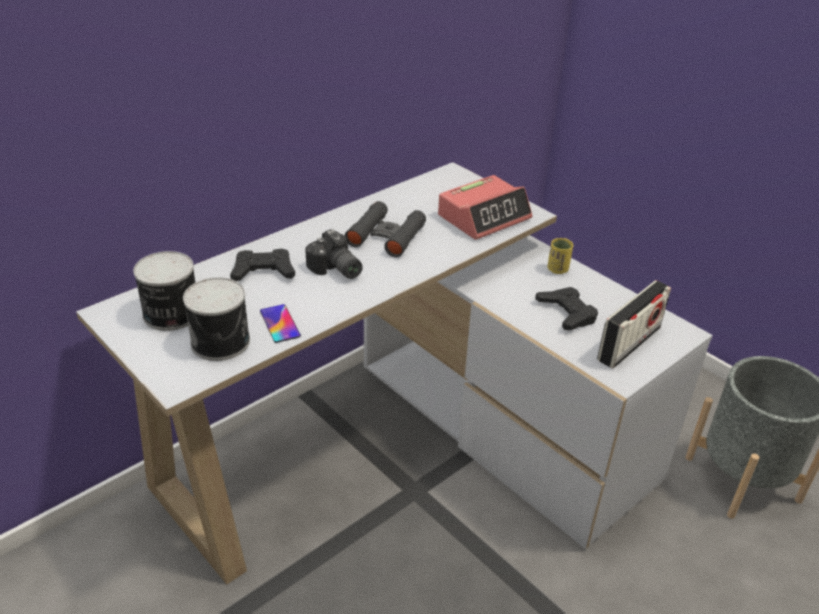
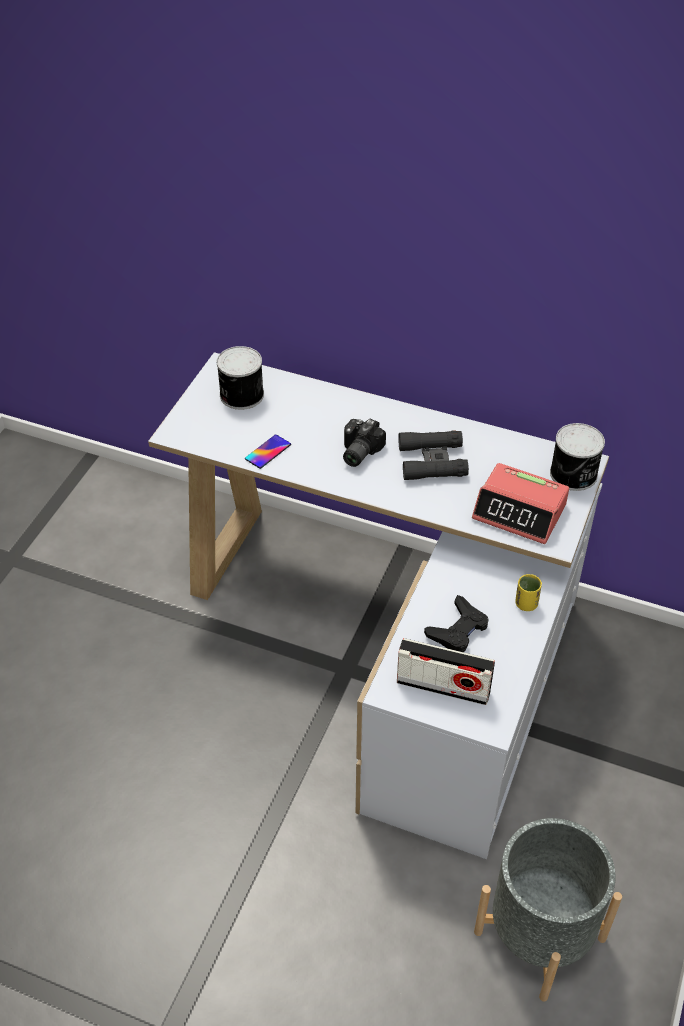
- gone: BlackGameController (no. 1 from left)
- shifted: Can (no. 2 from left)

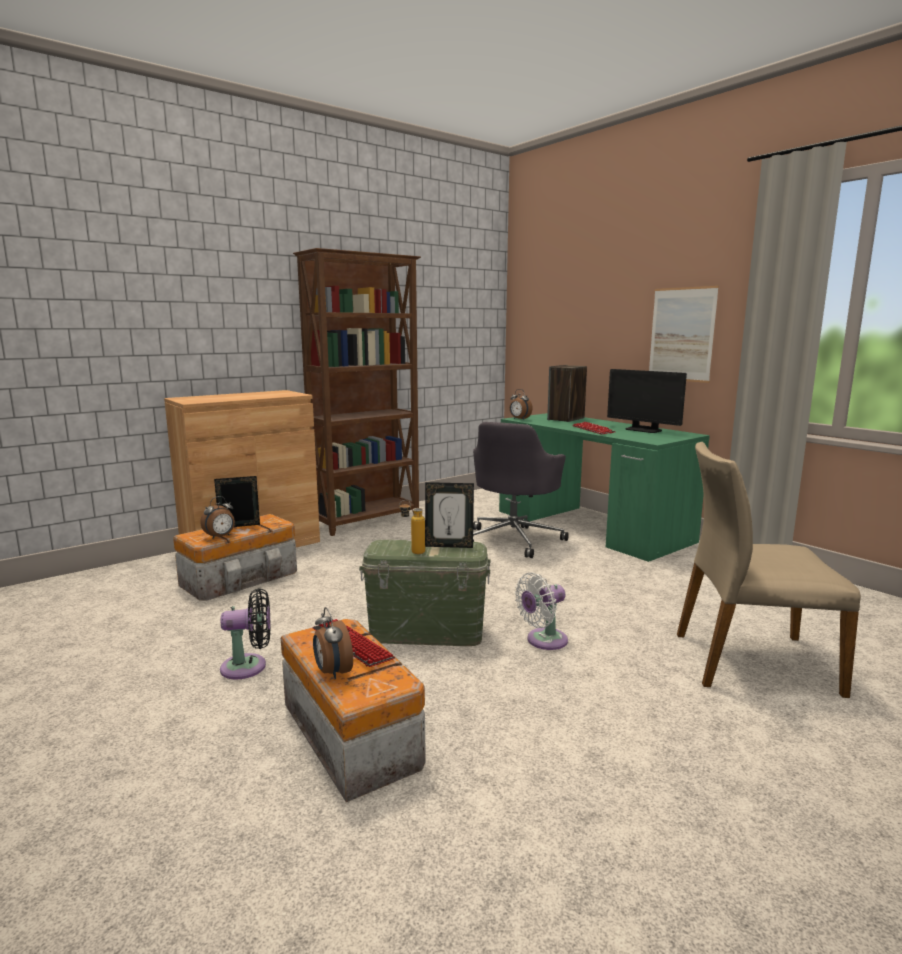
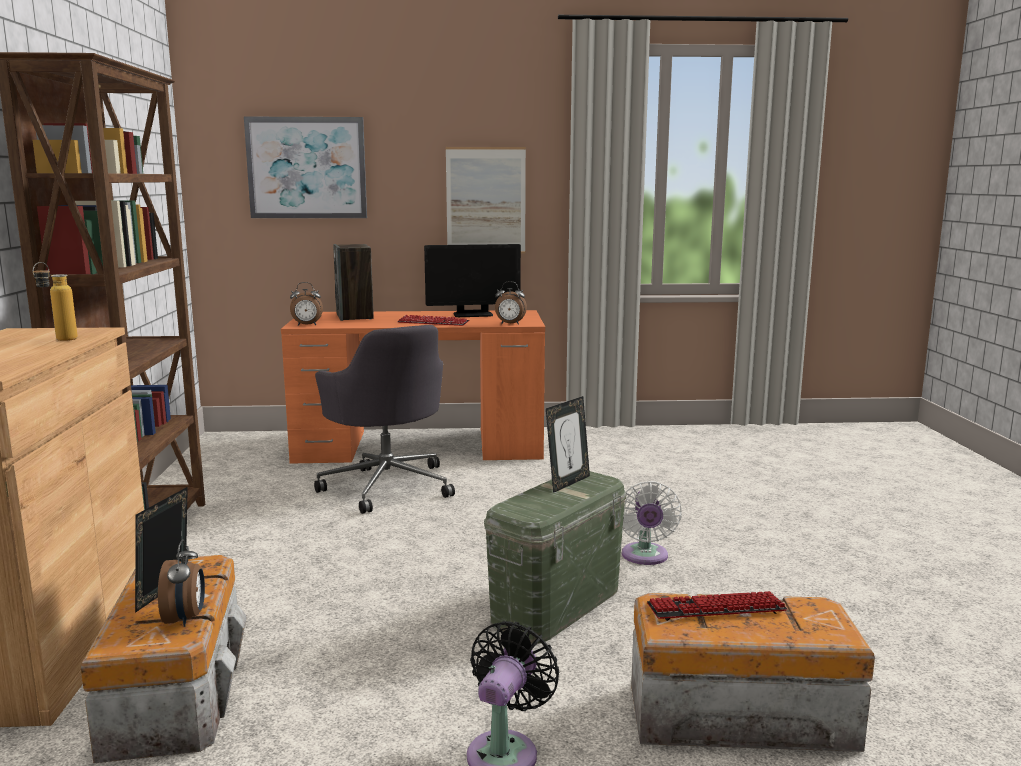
- gone: BeigeChair
- new: Picture (no. 1 from left)
- shifted: AlarmClock (no. 2 from left in the first image) to AlarmClock (no. 3 from left)
- shifted: Bottle
- repainted: GreenDesk to OrangeDesk

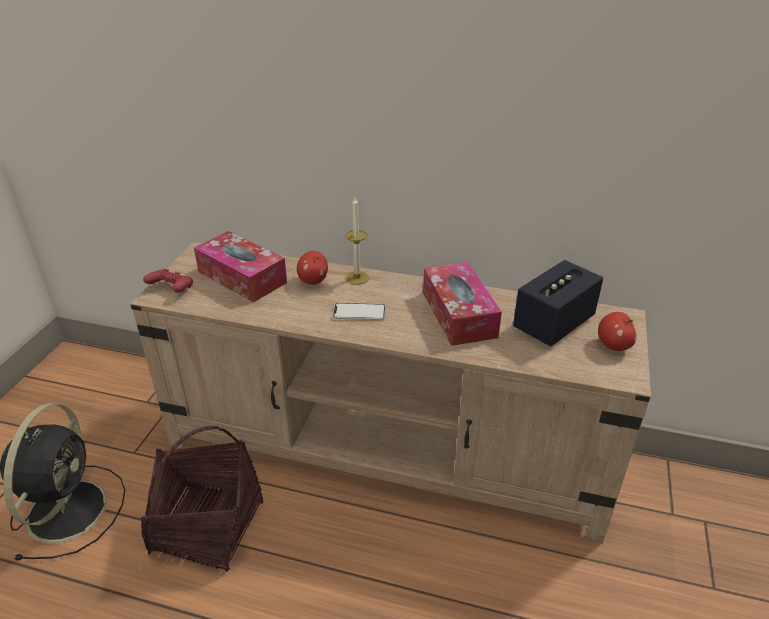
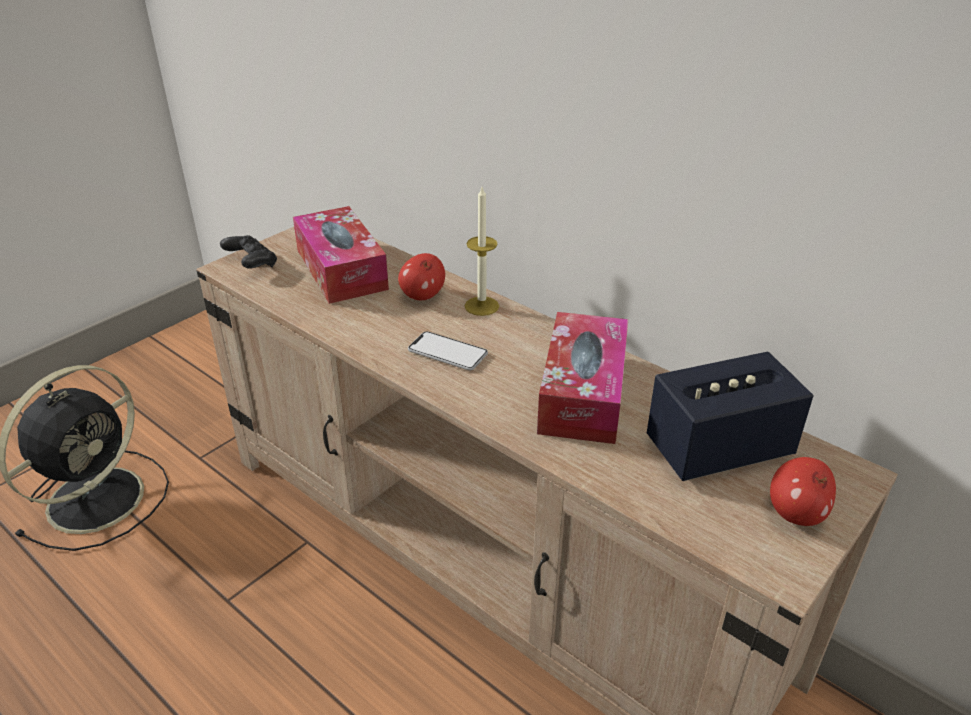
- gone: Basket
- repainted: RedGameController to BlackGameController

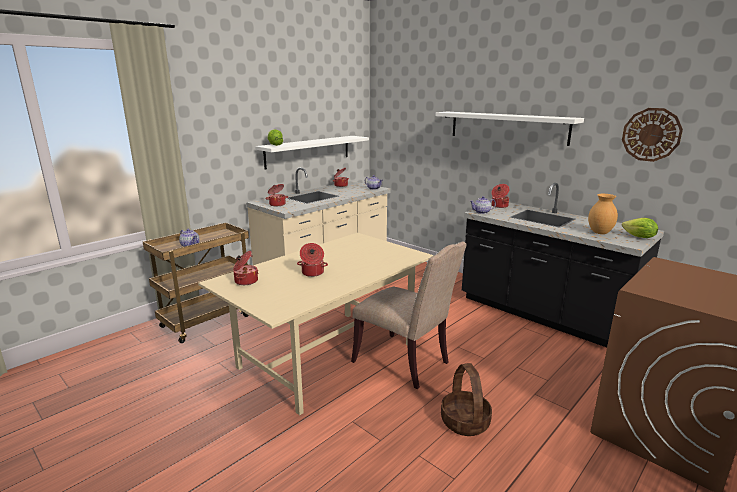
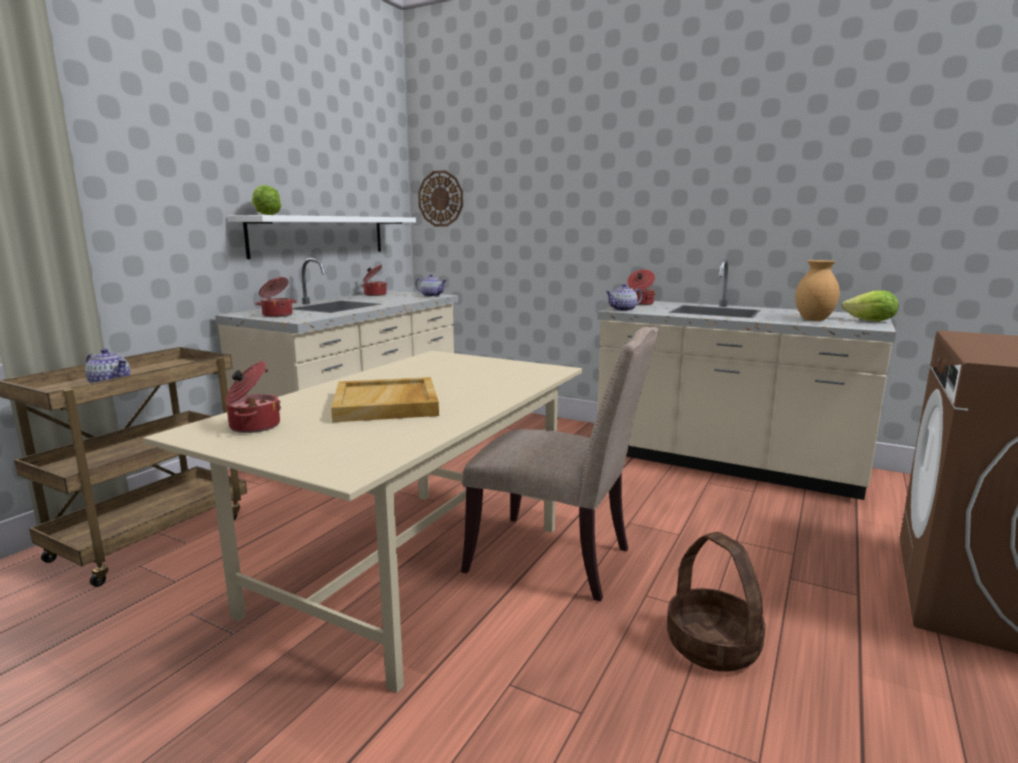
- gone: WhiteShelf (no. 2 from left)
- shifted: WallClock
- swapped: CookingPot (no. 3 from left) to BeigeTray
- repainted: BlackCounter to BeigeCounter (no. 2 from left)

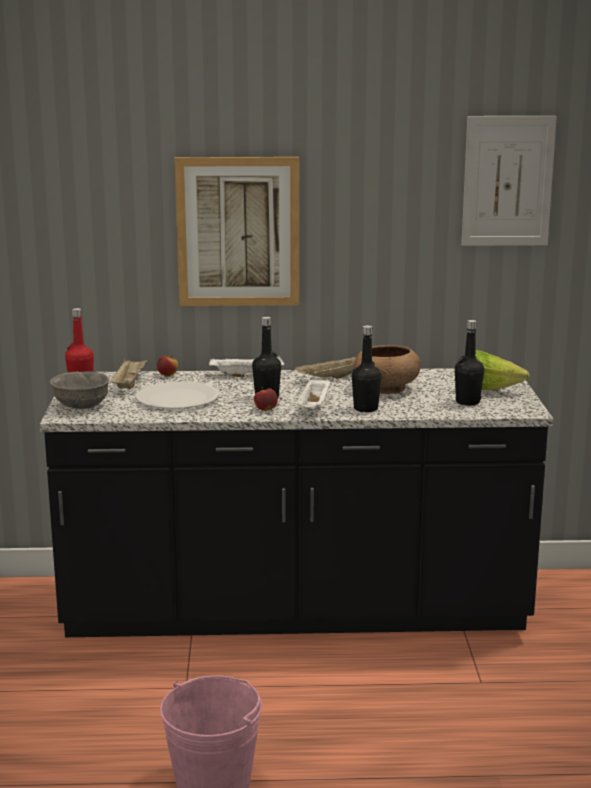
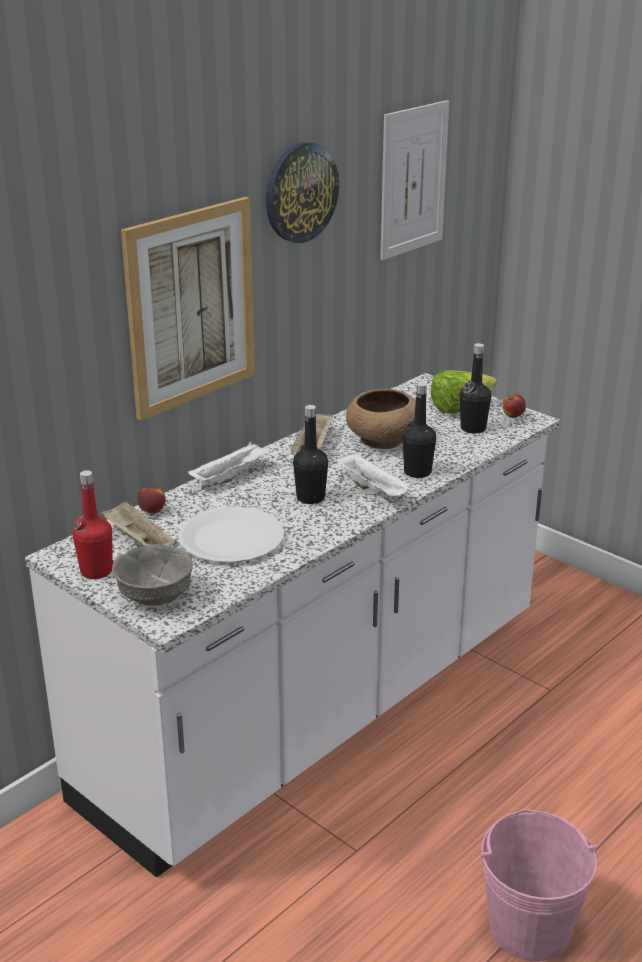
- new: WallClock
- shifted: Apple (no. 2 from left)
- repainted: BlackCounter to WhiteCounter

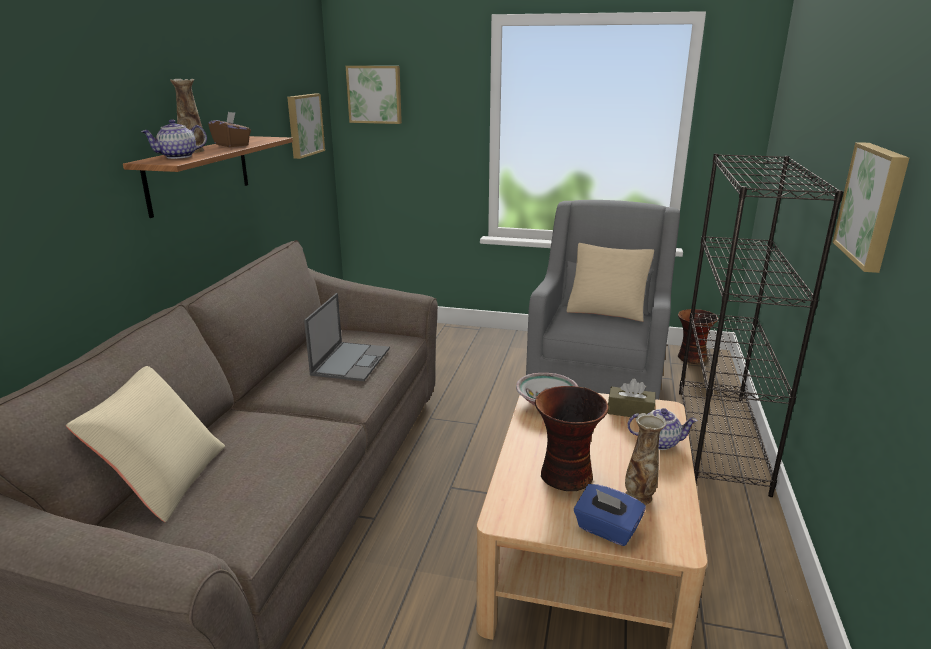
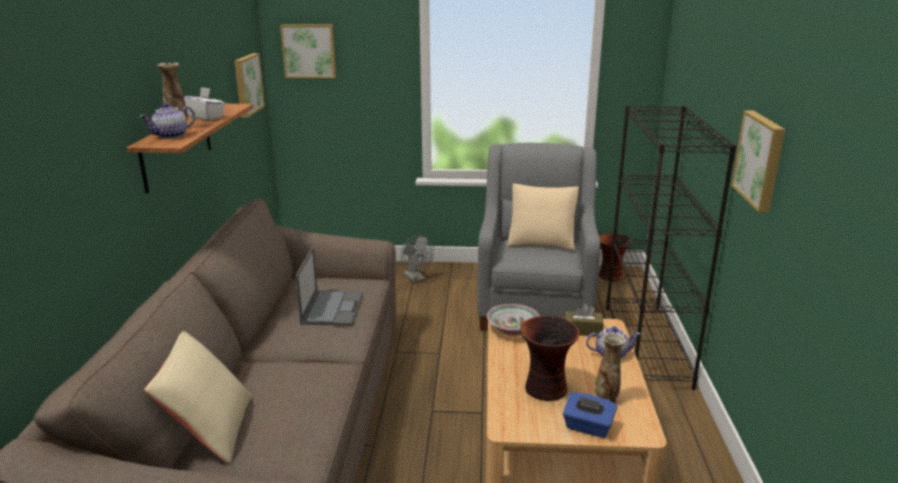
- new: GreyFan
- repainted: BrownTissueBox (no. 1 from left) to WhiteTissueBox

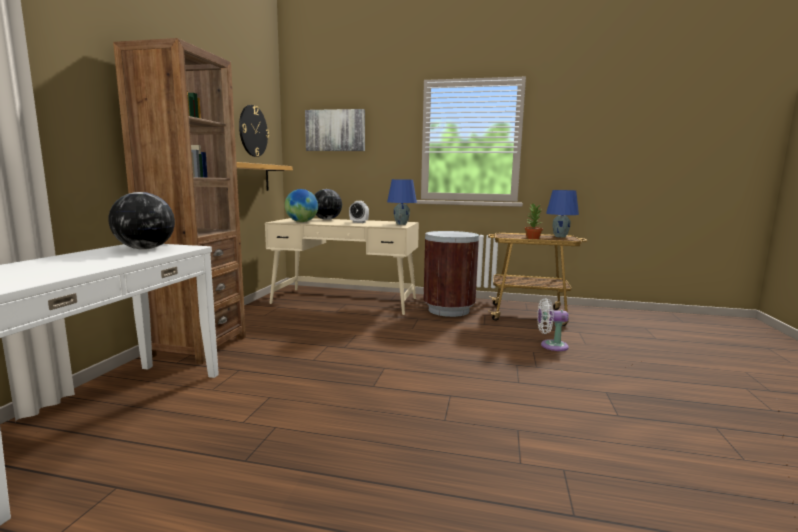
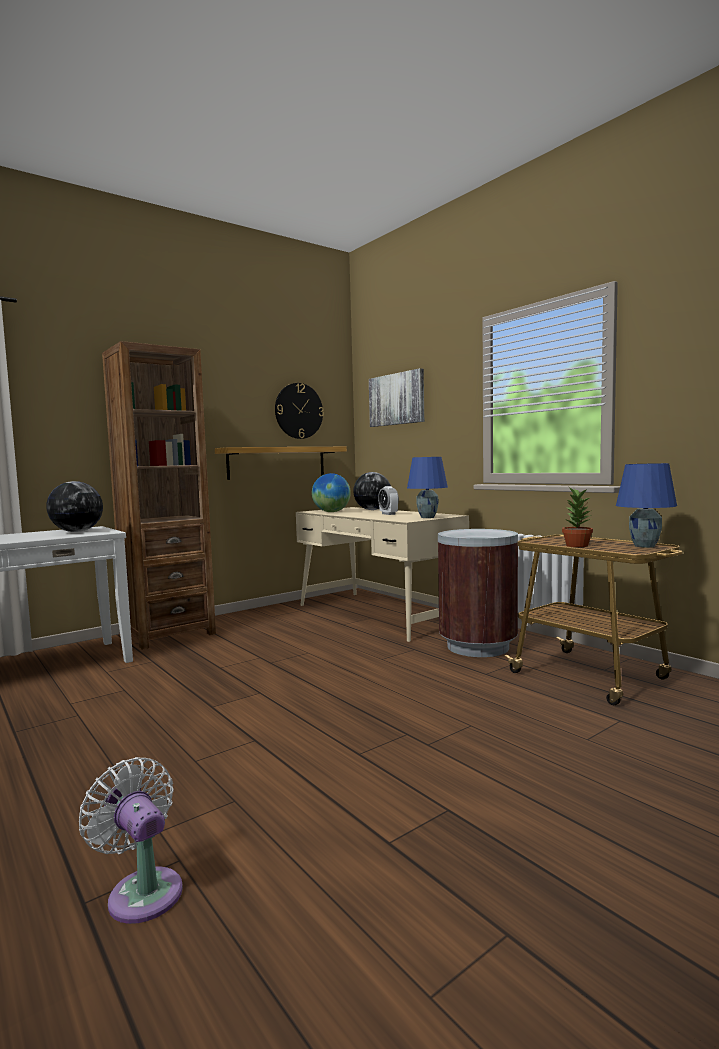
- shifted: WhiteFan

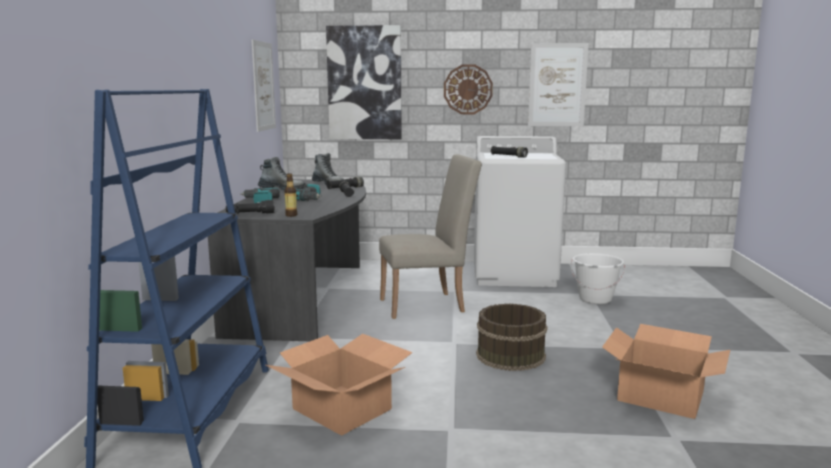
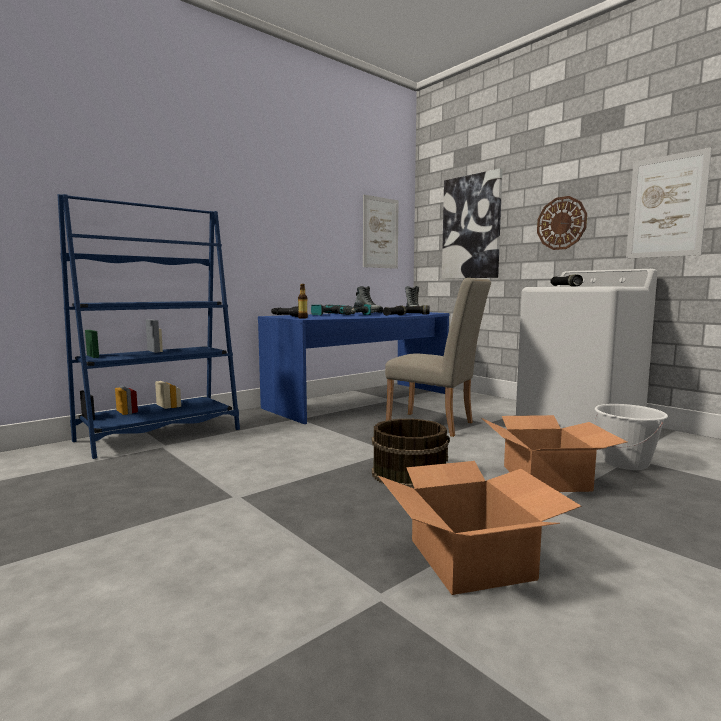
- shifted: CardboardBox (no. 1 from left in the first image) to CardboardBox (no. 2 from left)
- repainted: GreyDesk to BlueDesk

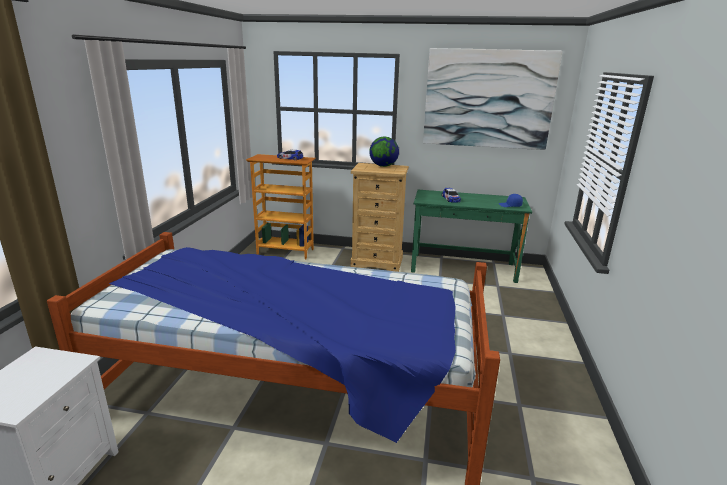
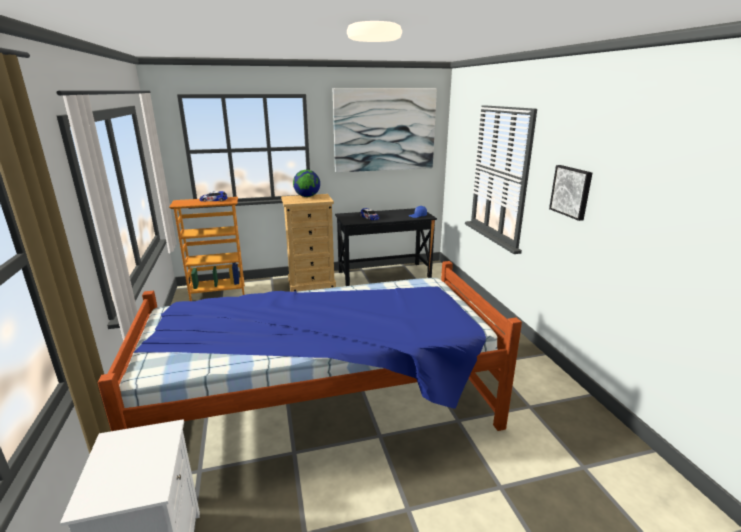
- new: Picture (no. 2 from left)
- repainted: GreenDesk to BlackDesk

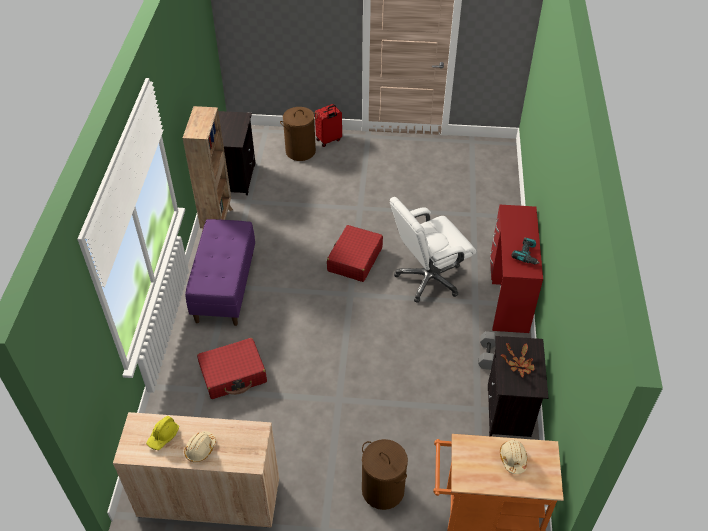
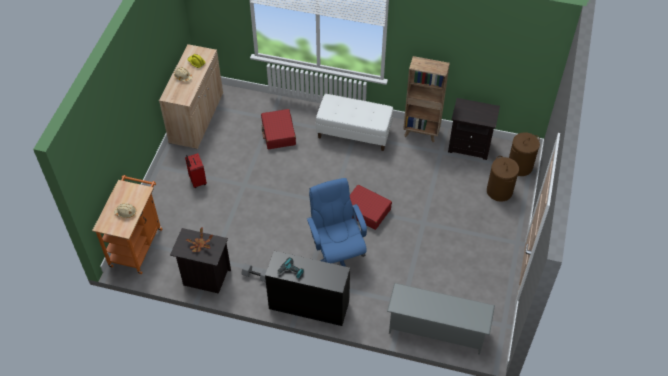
- new: GreyShoeRack
- shifted: RedSuitcase (no. 2 from left in the first image) to RedSuitcase (no. 1 from left)
- shifted: BrownLaundryBasket (no. 2 from left)
- repainted: PurpleBench to WhiteBench
- repainted: WhiteOfficeChair to BlueOfficeChair
- repainted: RedDesk to BlackDesk

